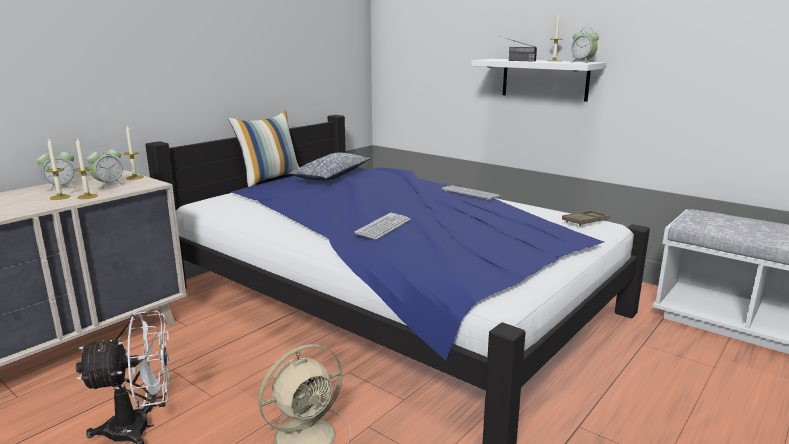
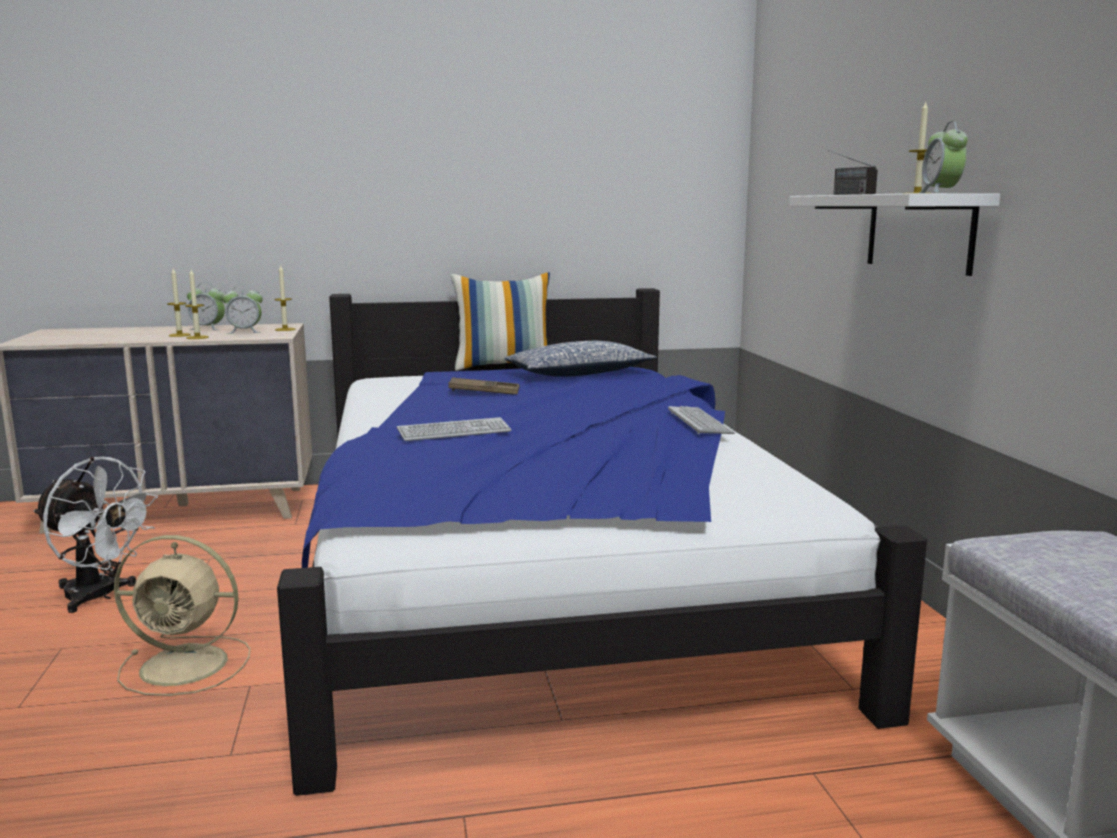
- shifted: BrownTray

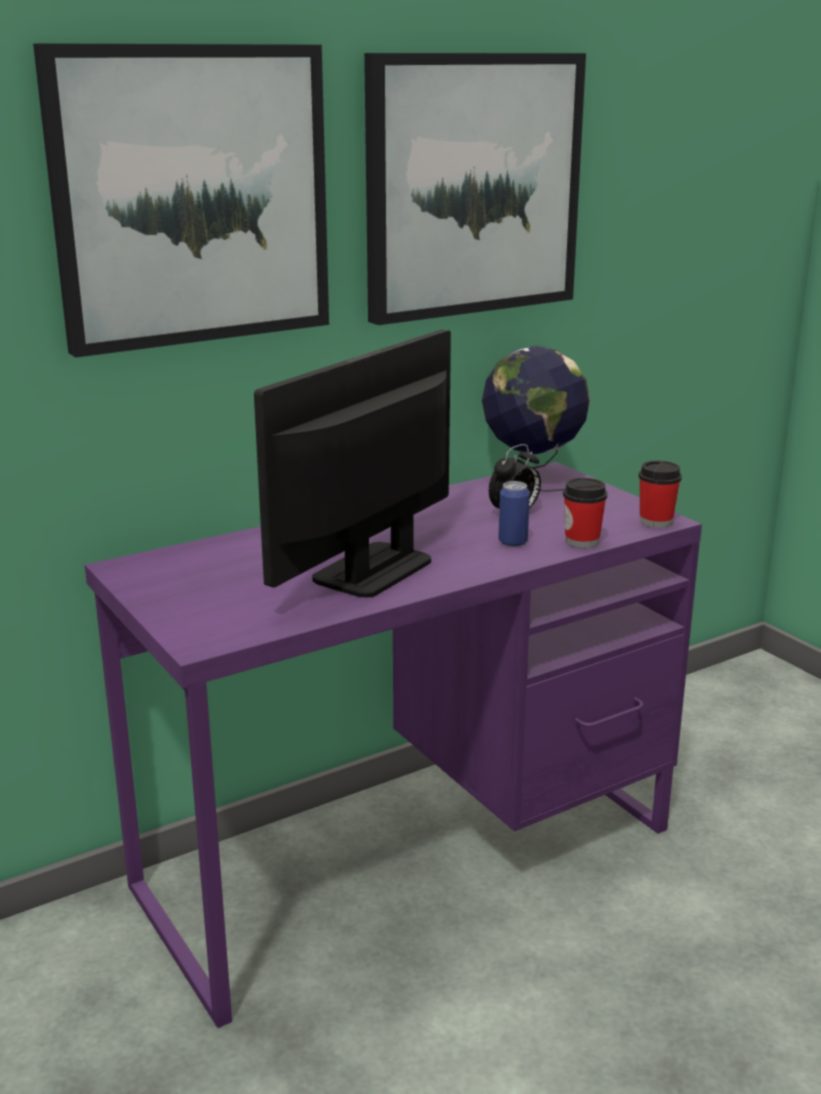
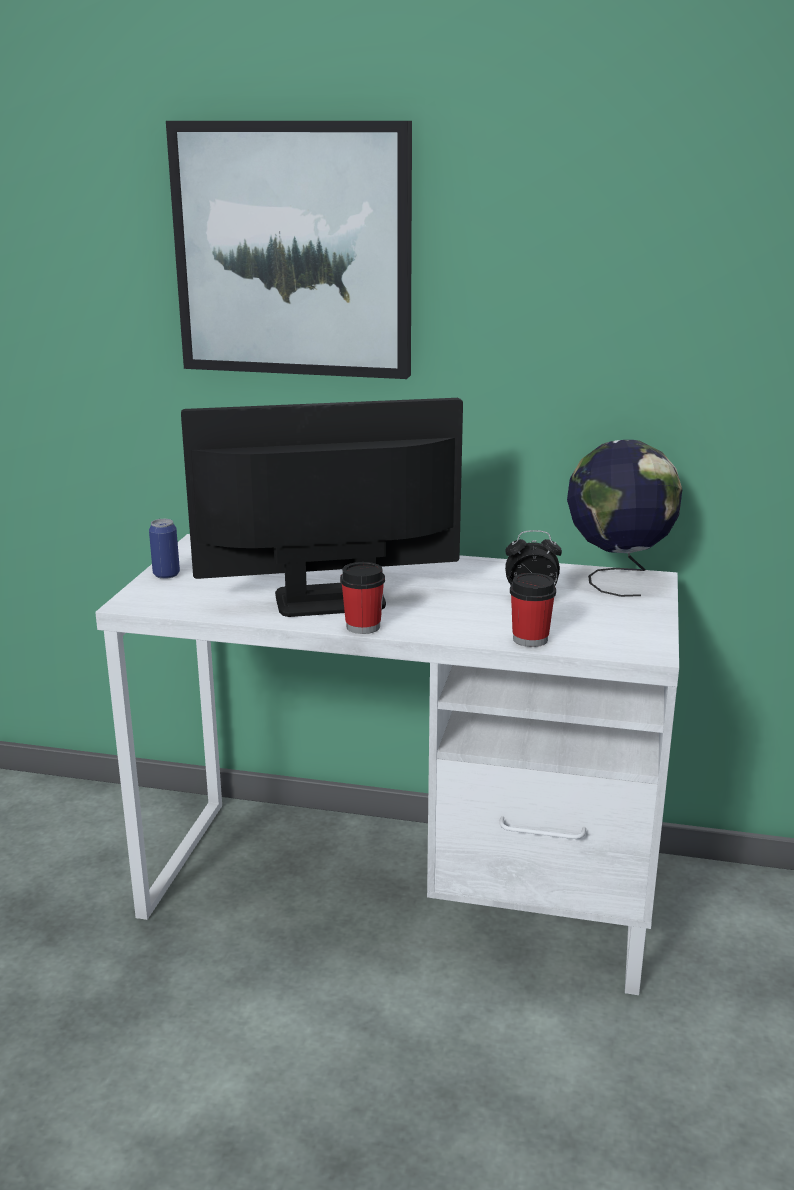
- gone: Picture (no. 2 from left)
- shifted: Can
- shifted: Cup (no. 2 from left in the first image) to Cup (no. 1 from left)
- repainted: PurpleDesk to WhiteDesk

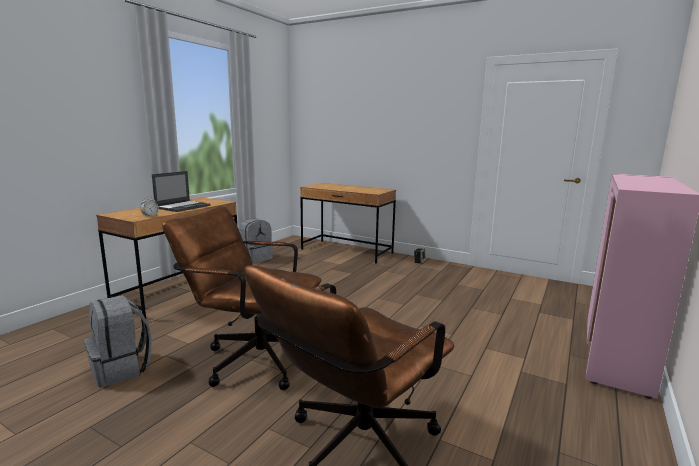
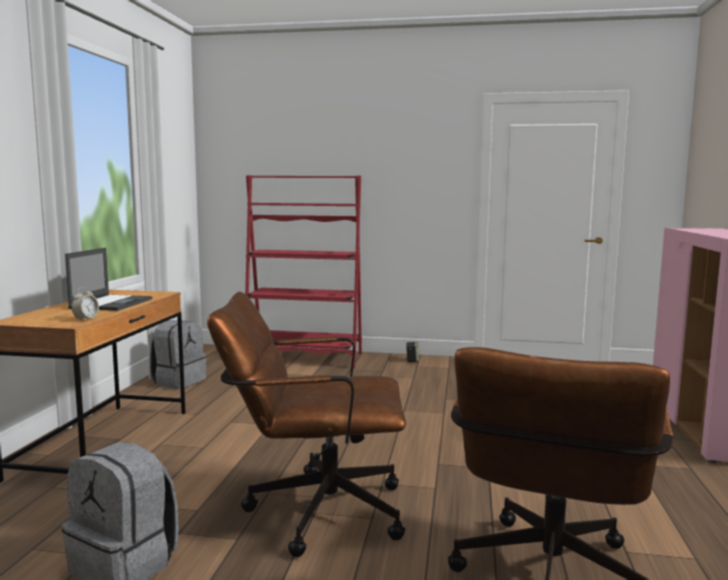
- swapped: BrownDesk (no. 2 from left) to RedBookcase

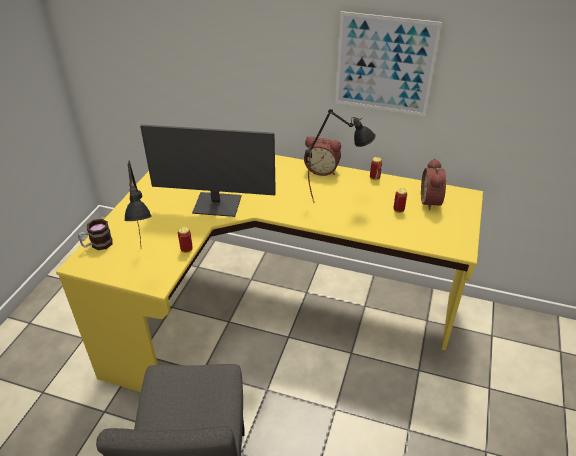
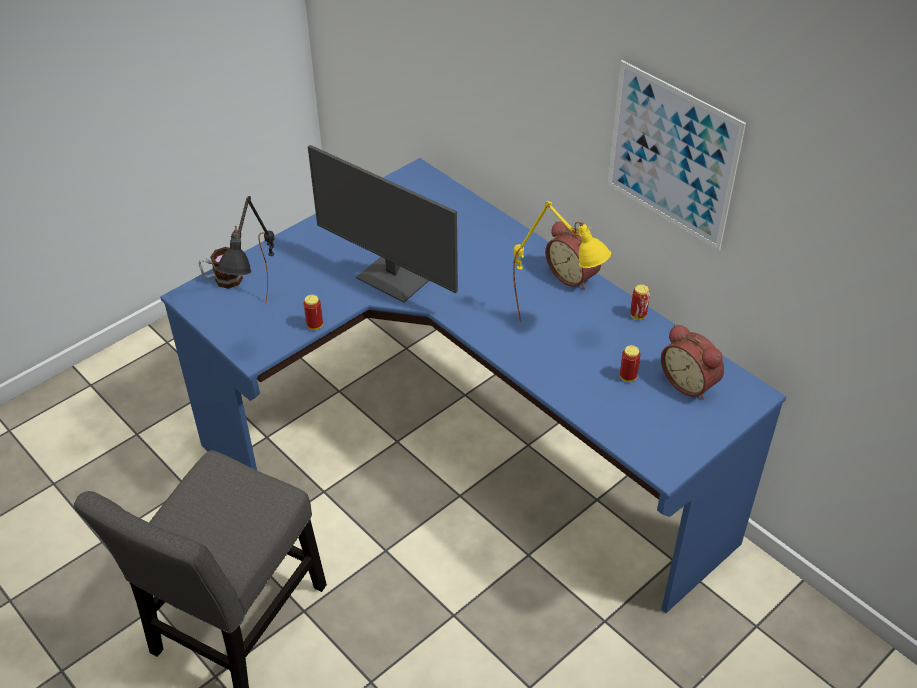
- repainted: YellowDesk to BlueDesk
- repainted: BlackTableLamp (no. 2 from left) to YellowTableLamp
- rotated: AlarmClock (no. 2 from left) 75 degrees counterclockwise

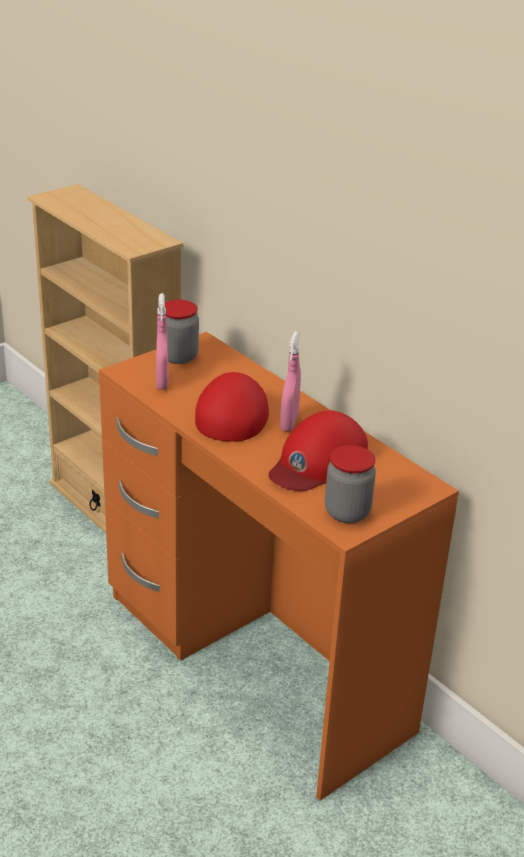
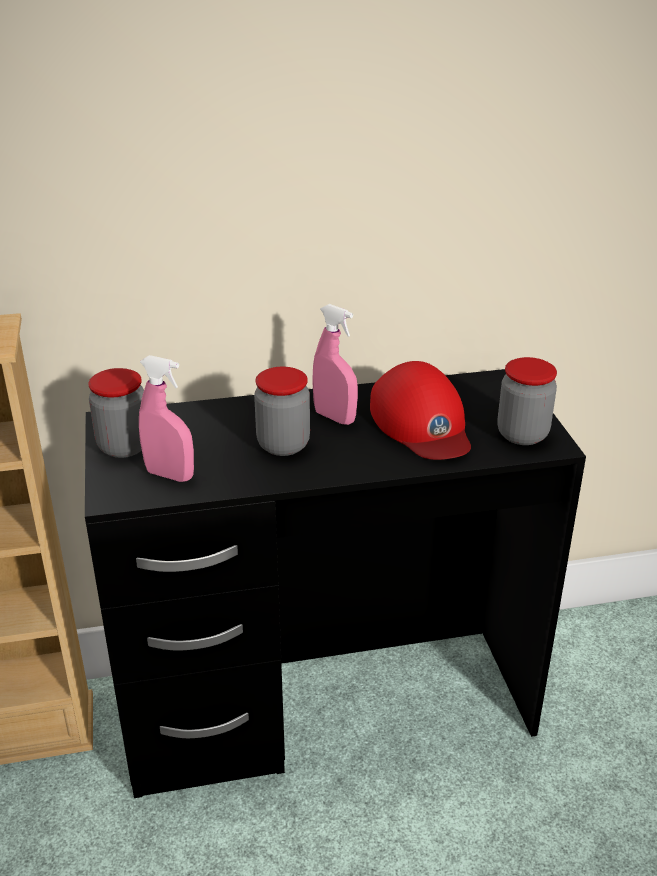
- swapped: RedCap (no. 1 from left) to Jar (no. 2 from left)
- repainted: OrangeDesk to BlackDesk

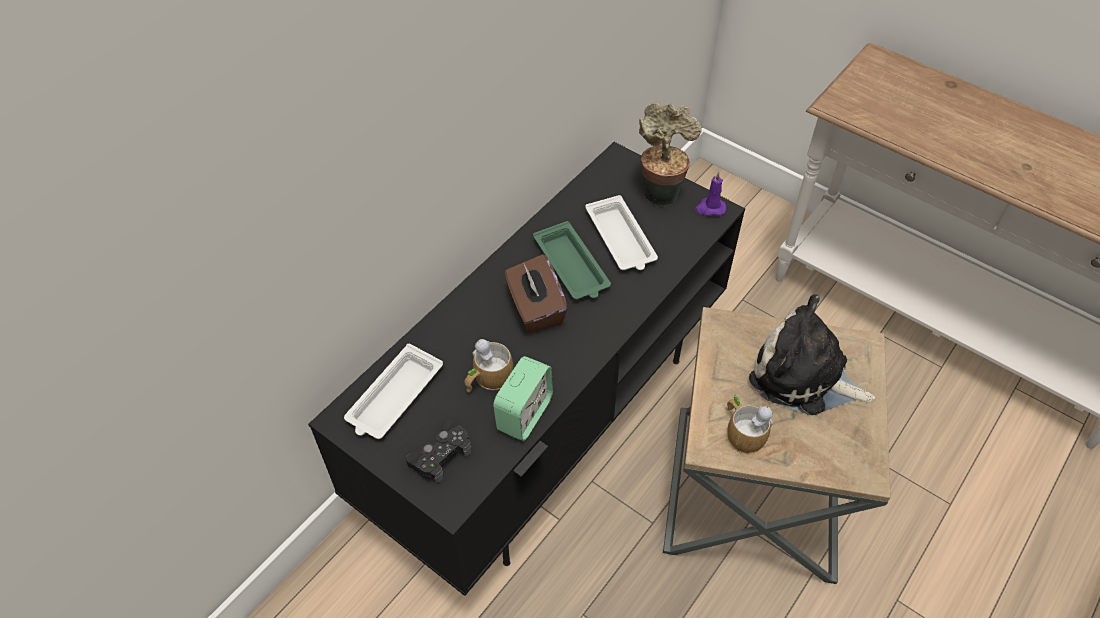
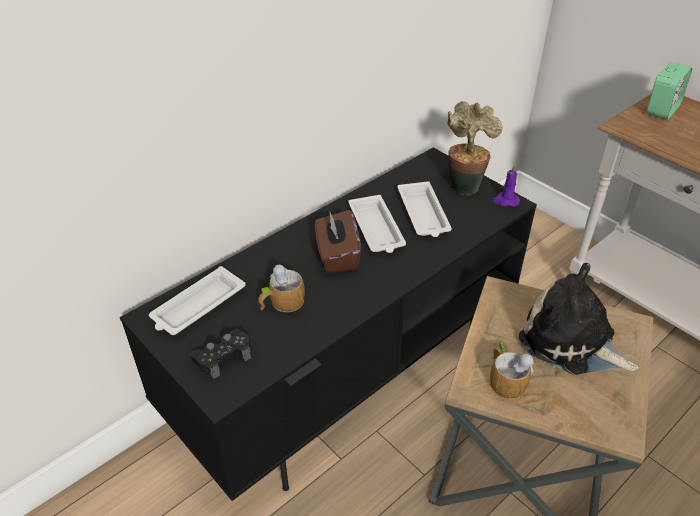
- shifted: AlarmClock
- repainted: GreenTray to WhiteTray (no. 2 from left)

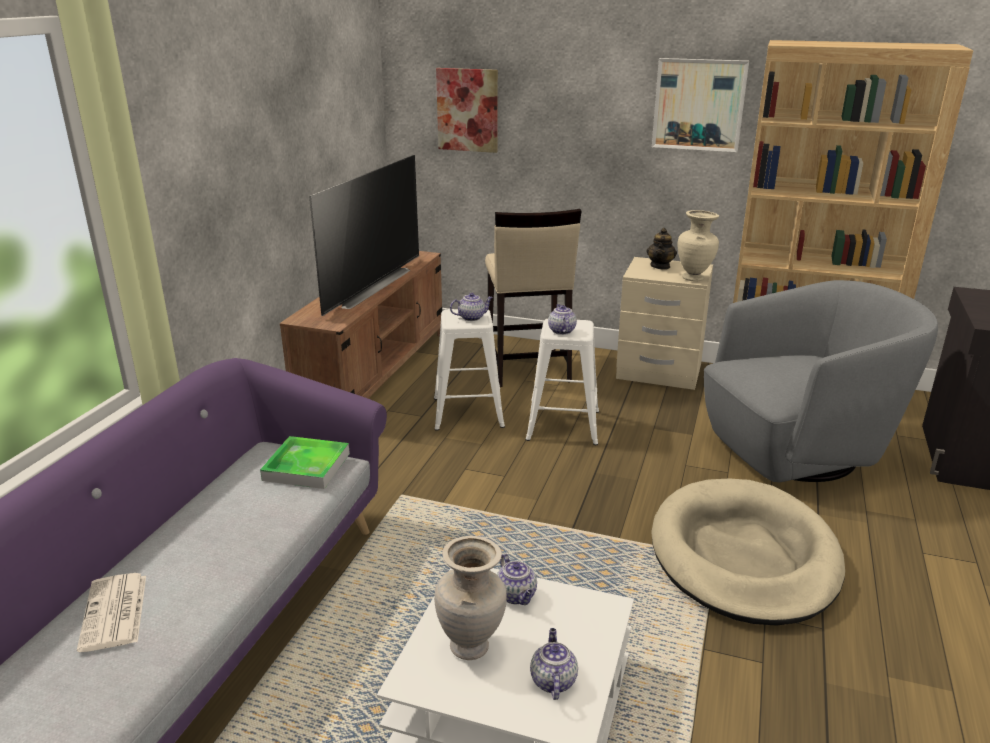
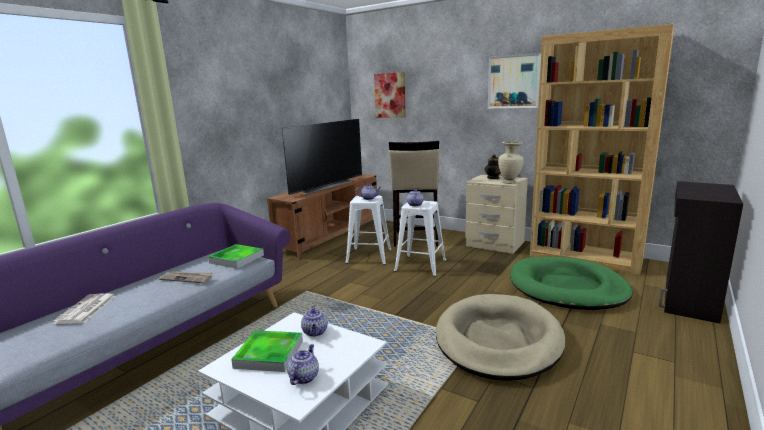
- new: Newspaper (no. 2 from left)
- swapped: BeigeVase (no. 1 from left) to Tray (no. 2 from left)
- swapped: GreyArmchair to GreenDogBed

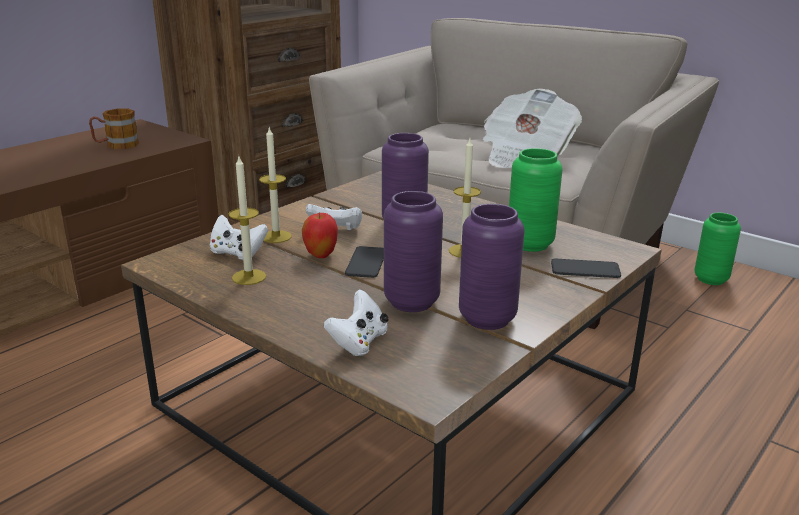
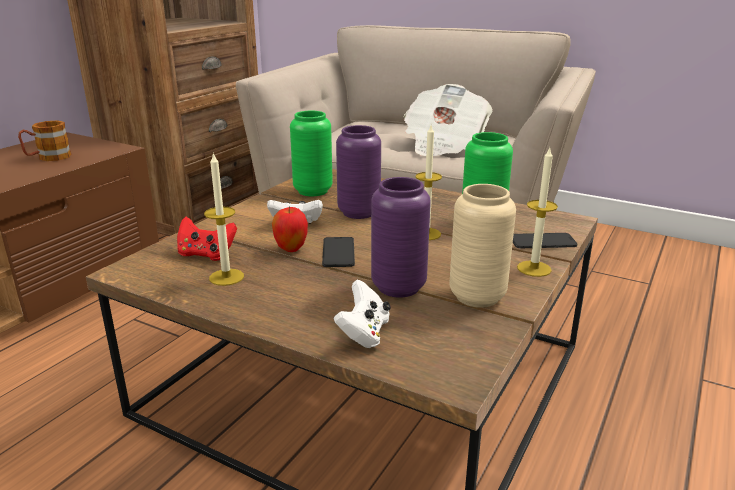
- shifted: Candle (no. 2 from left in the first image) to Candle (no. 3 from left)
- shifted: GreenVase (no. 2 from left in the first image) to GreenVase (no. 1 from left)
- repainted: WhiteGameController (no. 1 from left) to RedGameController
- repainted: PurpleVase (no. 3 from left) to BeigeVase

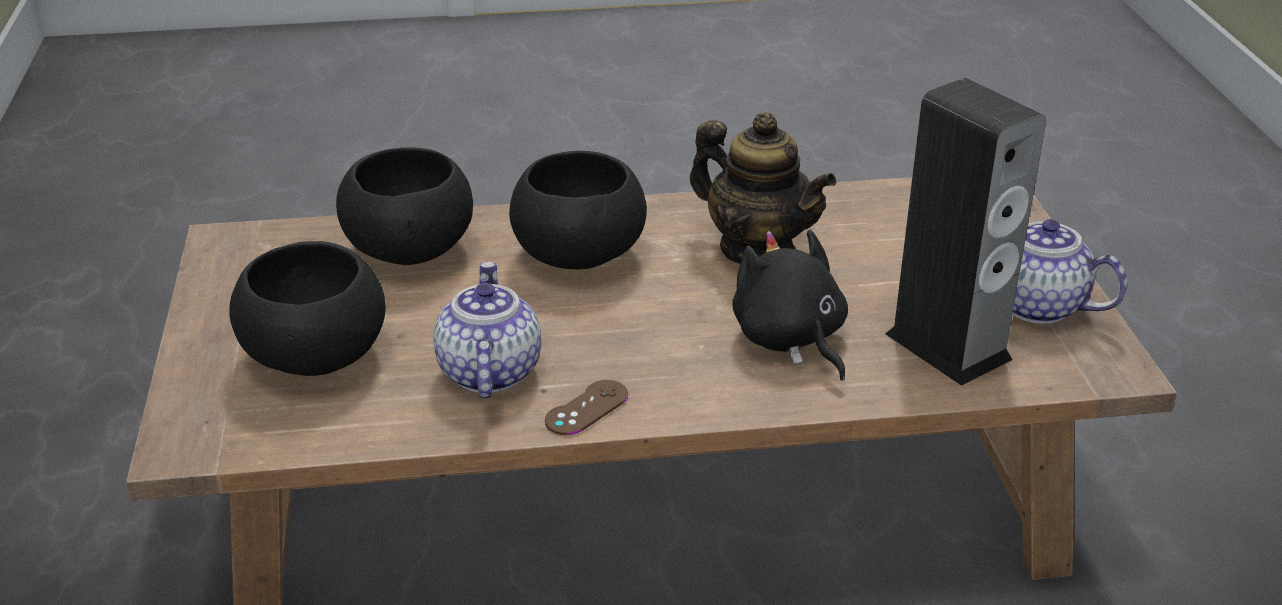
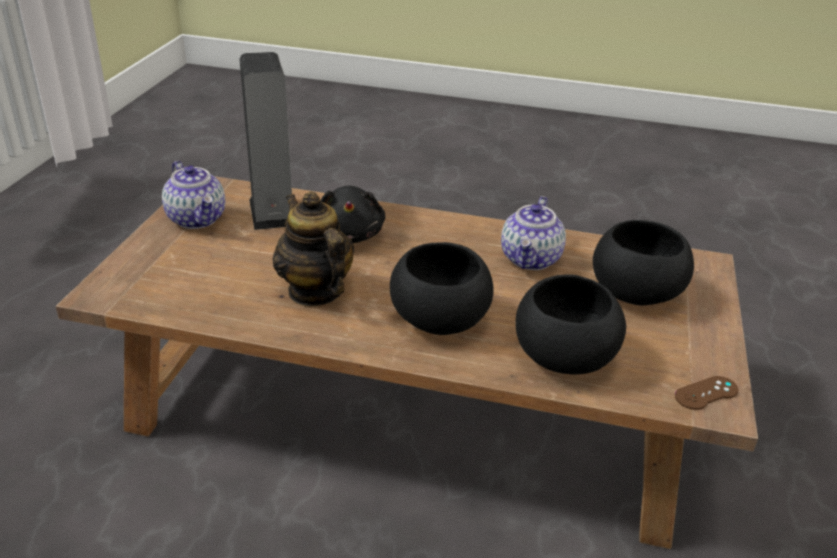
- shifted: BrownGameController

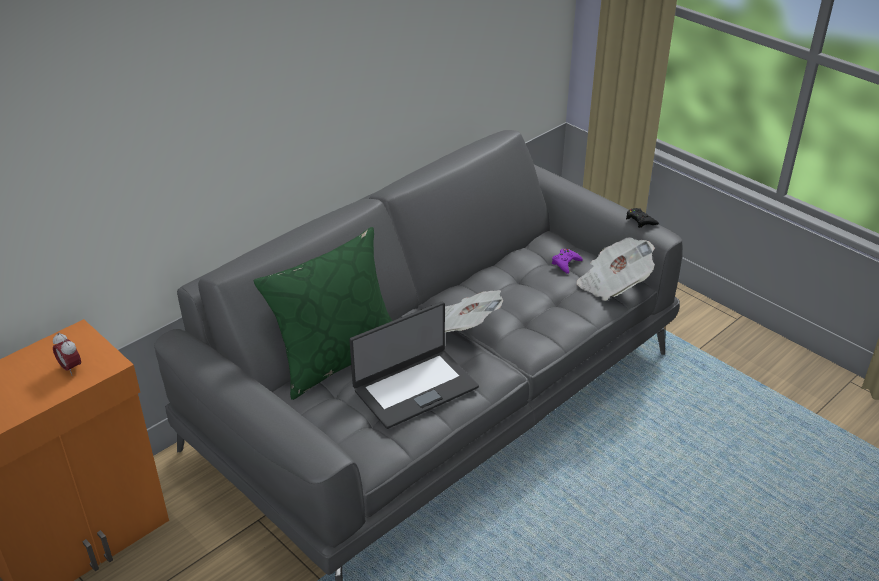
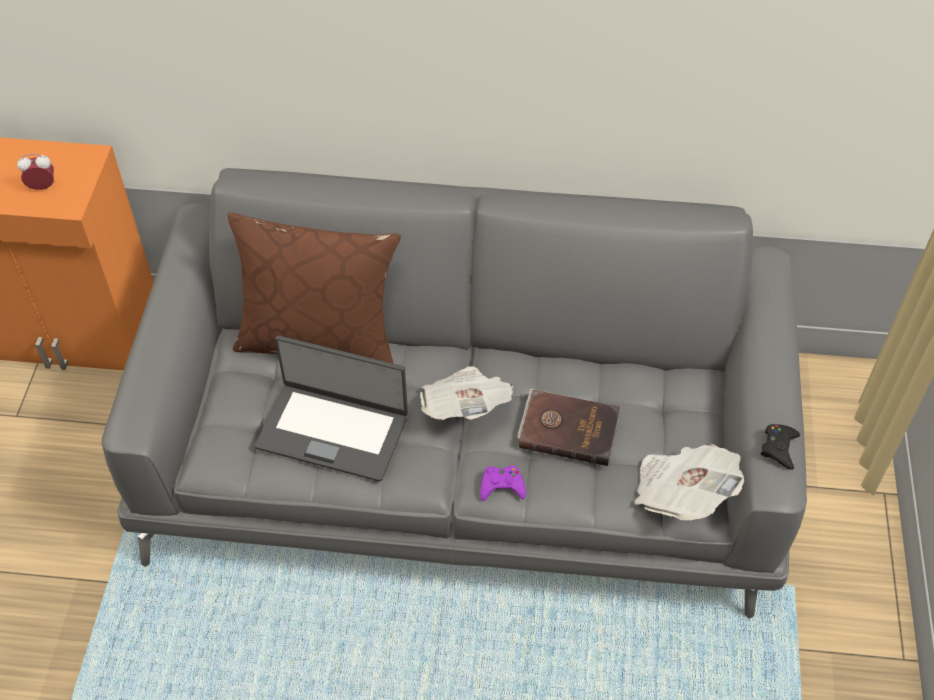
- new: BrownBook
- shifted: PurpleGameController
- repainted: GreenPillow to BrownPillow
- rotated: AlarmClock 75 degrees clockwise

